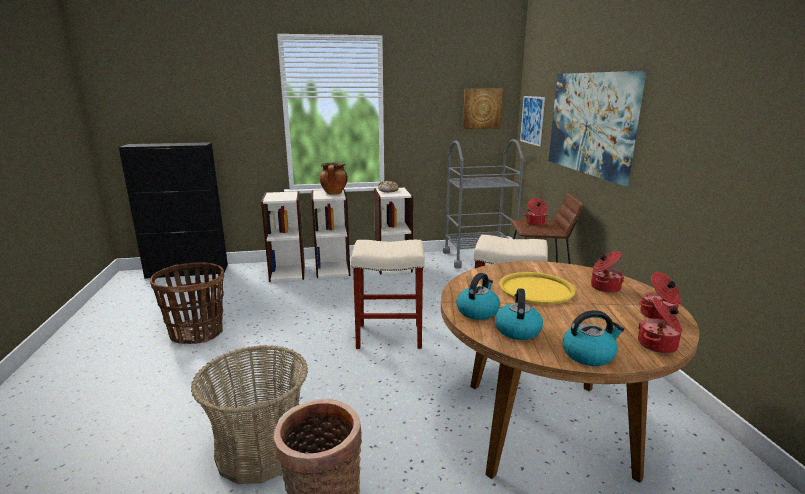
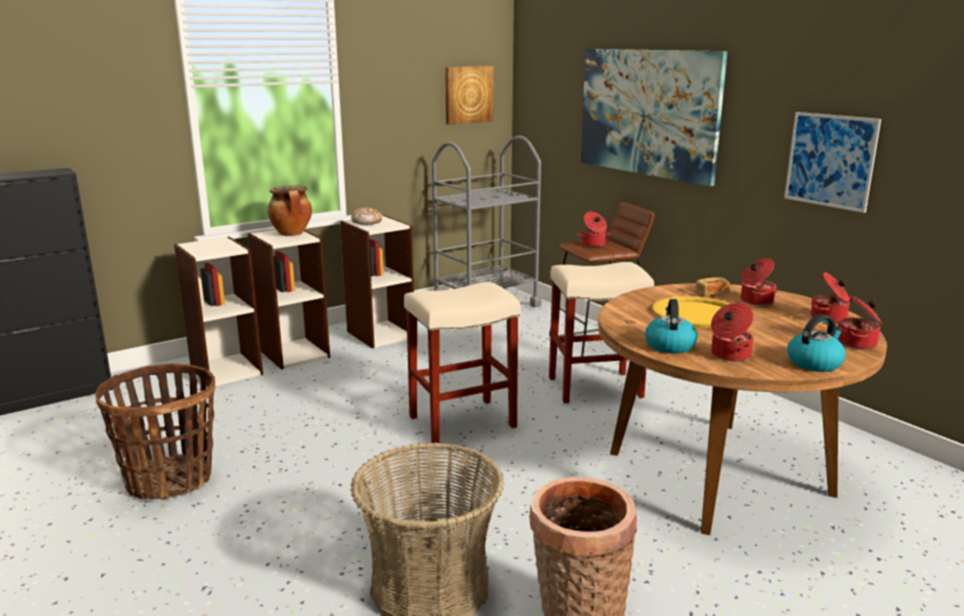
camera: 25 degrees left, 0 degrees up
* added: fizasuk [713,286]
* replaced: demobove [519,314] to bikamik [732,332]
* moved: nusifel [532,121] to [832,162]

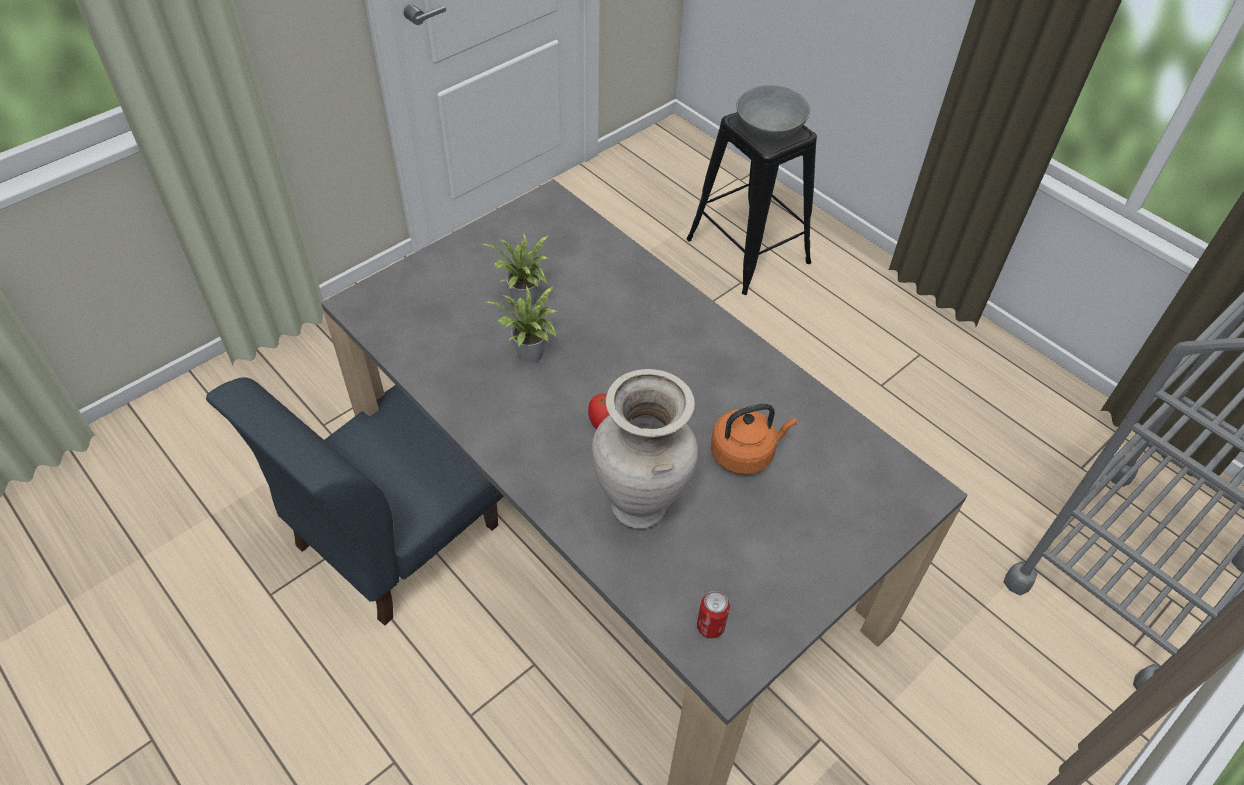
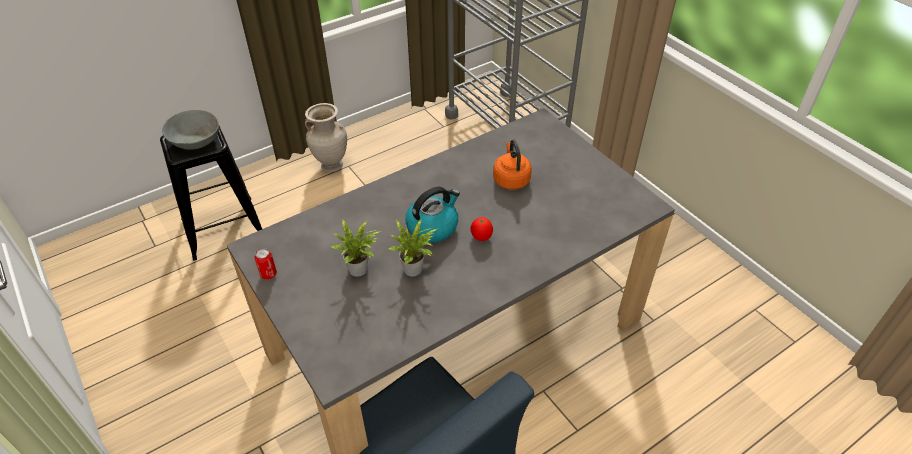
camera: 80 degrees left, 5 degrees down
* moved: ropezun [713,615] to [265,264]
* moved: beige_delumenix [644,449] to [326,137]
* added: demobove [433,214]

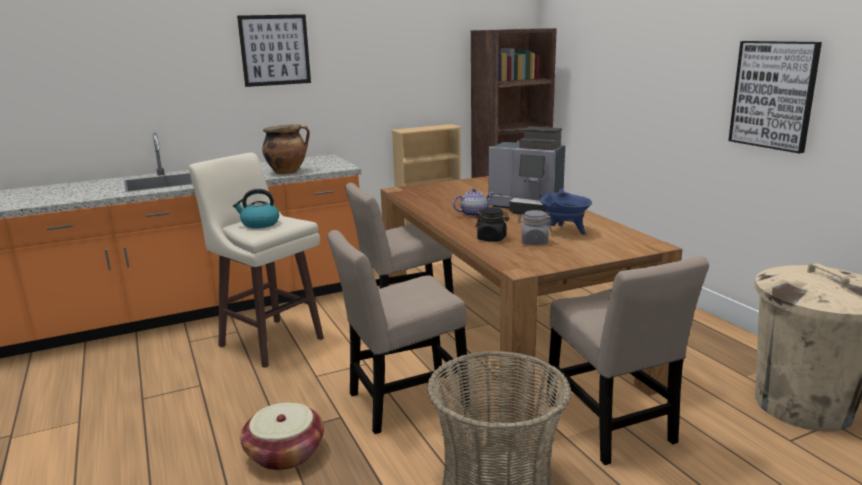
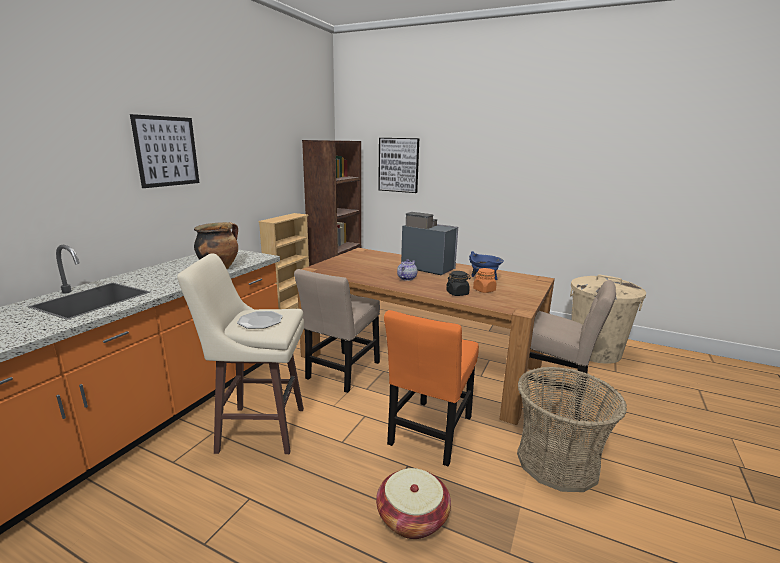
camera: 40 degrees left, 0 degrees up
* replaced: demobove [256,208] to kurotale [260,320]
* moved: nusifel [775,97] to [398,165]
* recoloured: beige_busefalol [399,332] to orange_busefalol [431,388]
* turned: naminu [527,171] = [429,243] 135 degrees counterclockwise
* recoloured: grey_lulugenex [535,227] to orange_lulugenex [485,280]

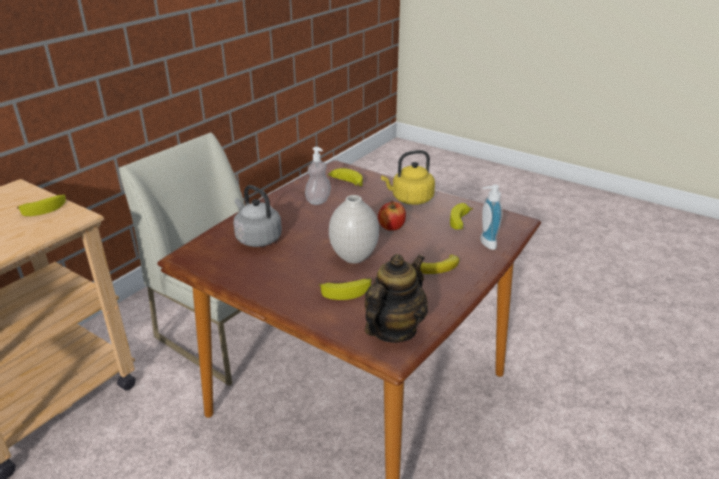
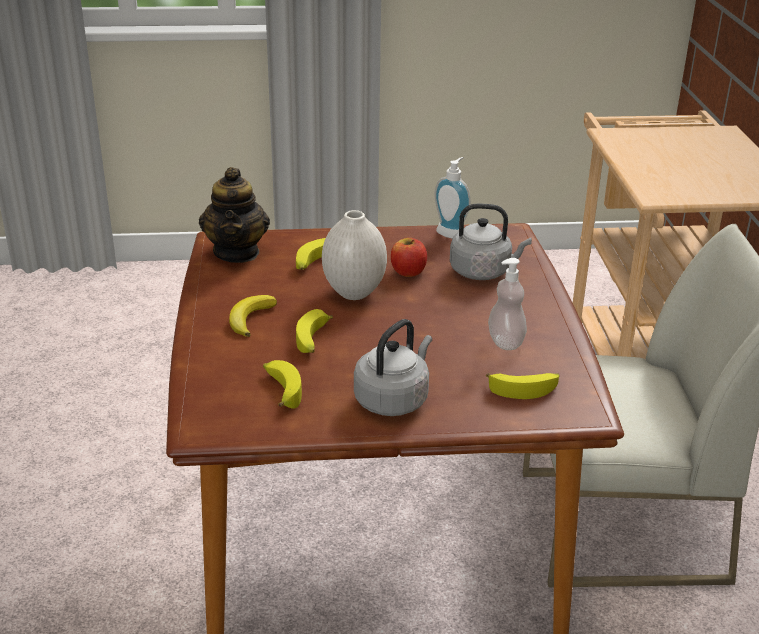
camera: 140 degrees right, 0 degrees up
* moved: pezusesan [41,205] to [314,331]
* recoloured: yellow_demobove [408,177] to grey_demobove [393,367]
* moved: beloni [392,216] to [409,257]
* moved: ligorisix [491,217] to [452,198]

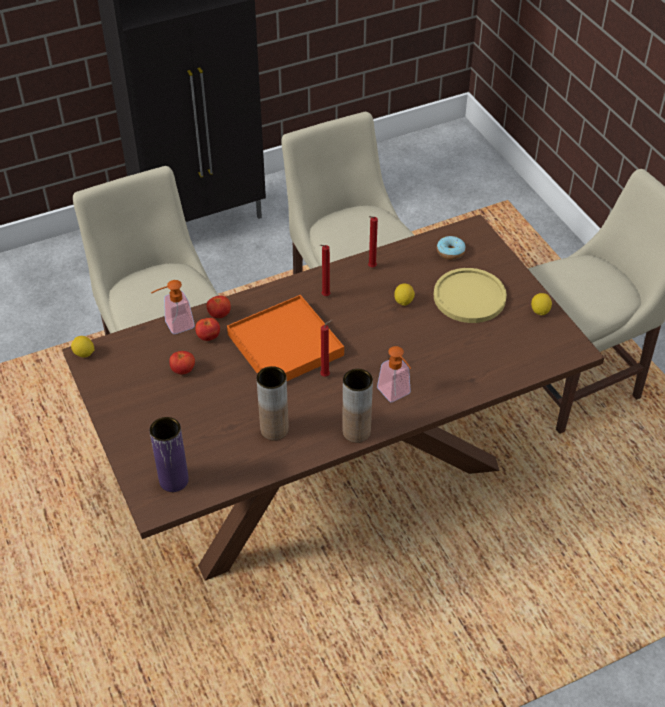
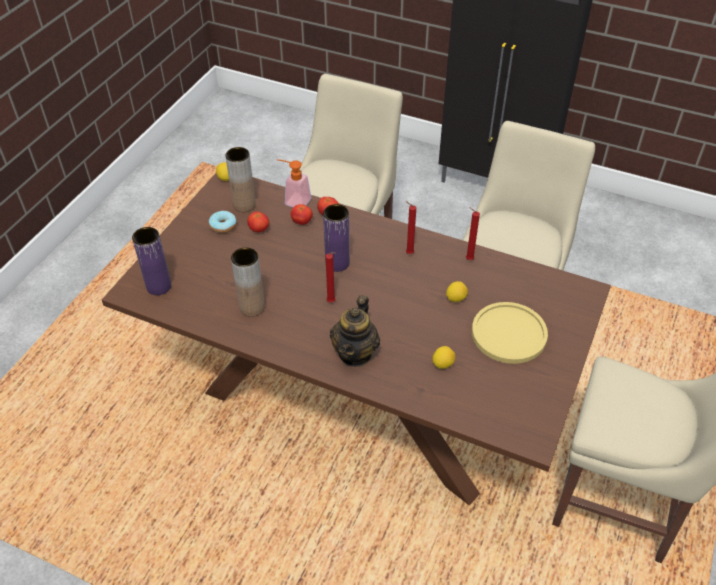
camera: 50 degrees right, 0 degrees up
* moved: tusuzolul [451,248] to [222,222]
* moved: brown_delumenix [357,406] to [240,179]
* replaced: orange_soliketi [285,338] to purple_delumenix [336,238]
* replaced: ligorisix [394,374] to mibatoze [355,331]
* moved: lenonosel [541,304] to [443,357]

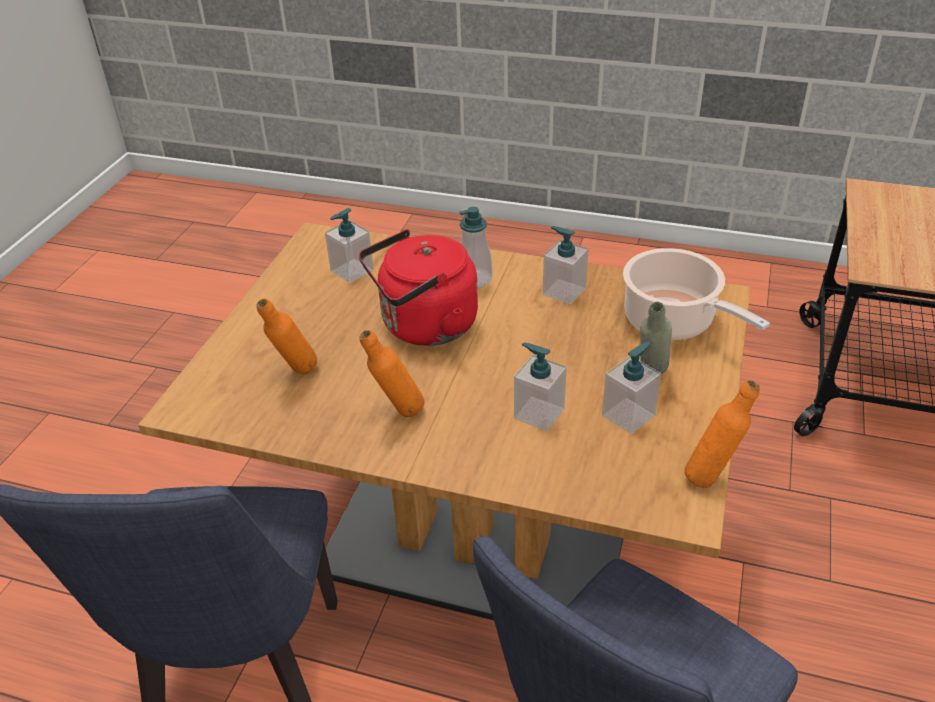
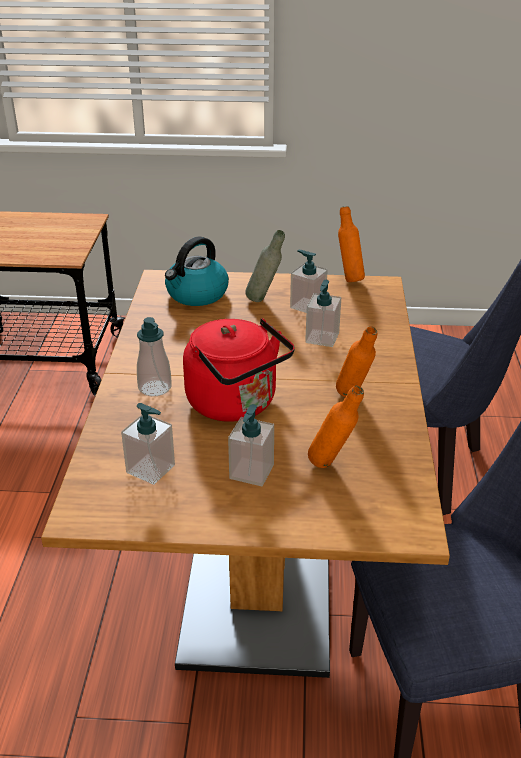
camera: 105 degrees left, 5 degrees down
* replaced: bikamik [696,294] to demobove [197,271]
* moved: ligorisix [566,265] to [251,445]

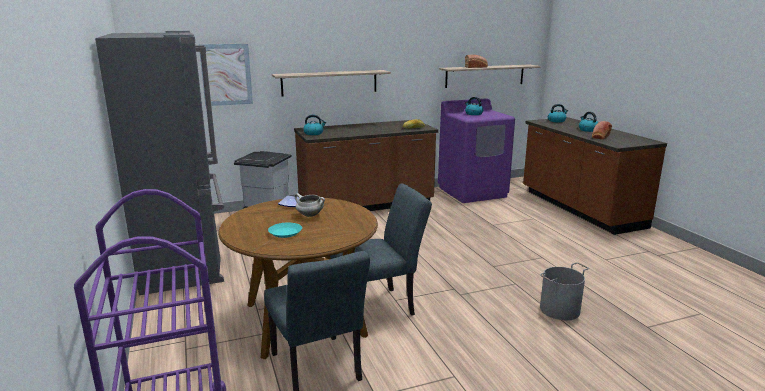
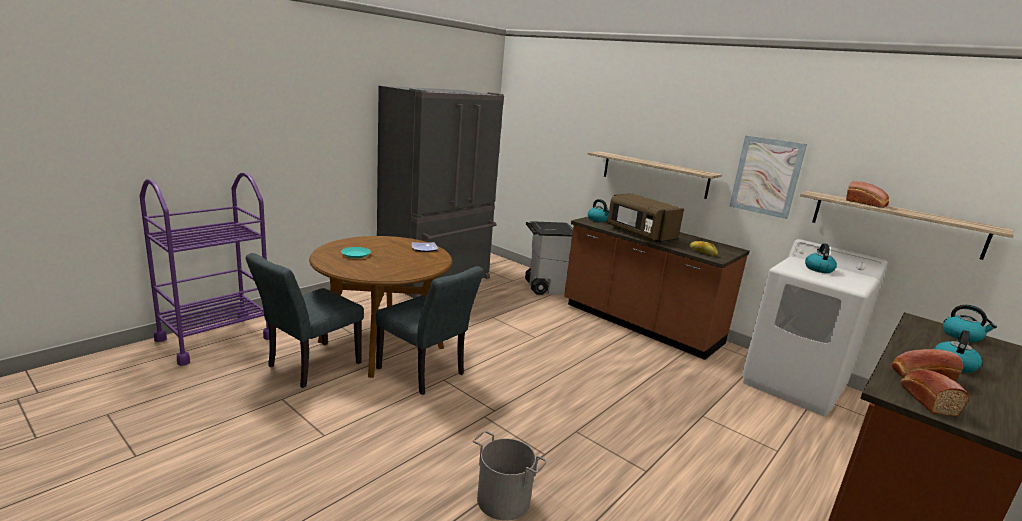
camera: 60 degrees right, 0 degrees up
* added: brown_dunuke [646,217]
* moved: nusifel [226,75] to [768,177]
* recoloured: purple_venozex [476,150] to white_venozex [815,328]
* added: fizasuk [934,393]
* removed: white_bikamik [310,205]

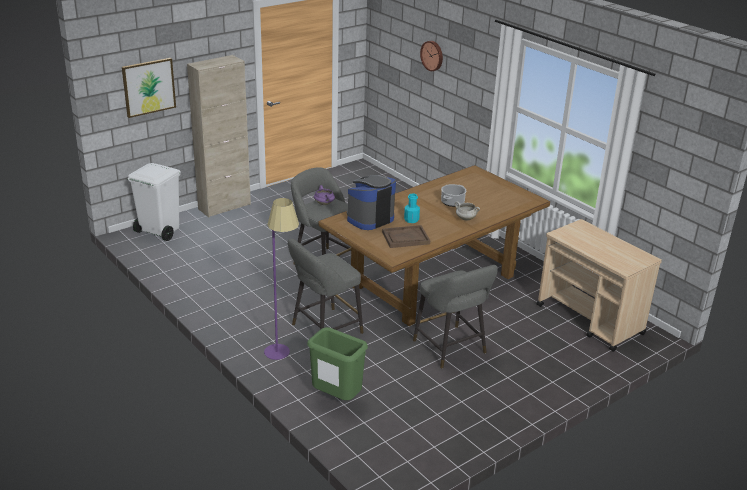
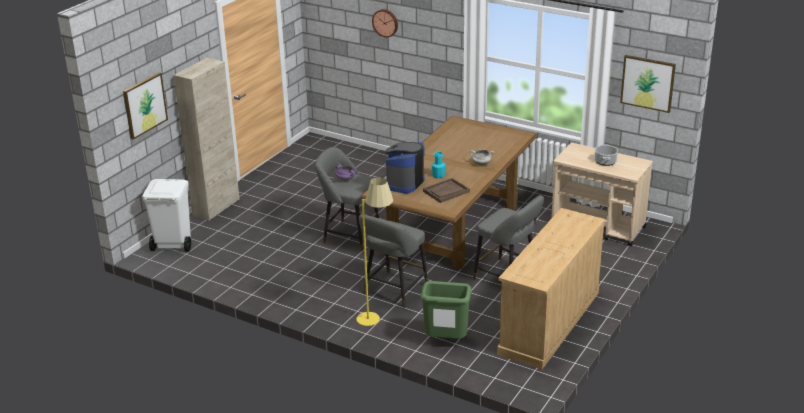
camera: 20 degrees left, 0 degrees up
* recoloured: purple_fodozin [281,279] to yellow_fodozin [374,251]
* added: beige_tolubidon [551,288]
* moved: bikamik [453,195] to [606,155]
* added: nusifel [648,84]

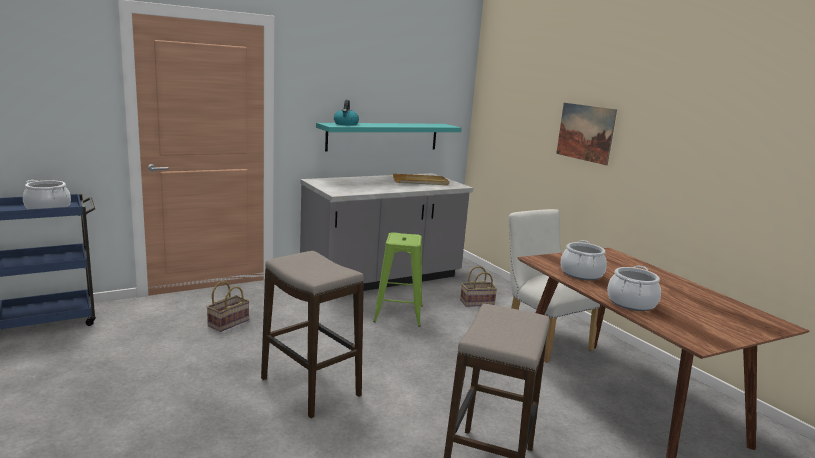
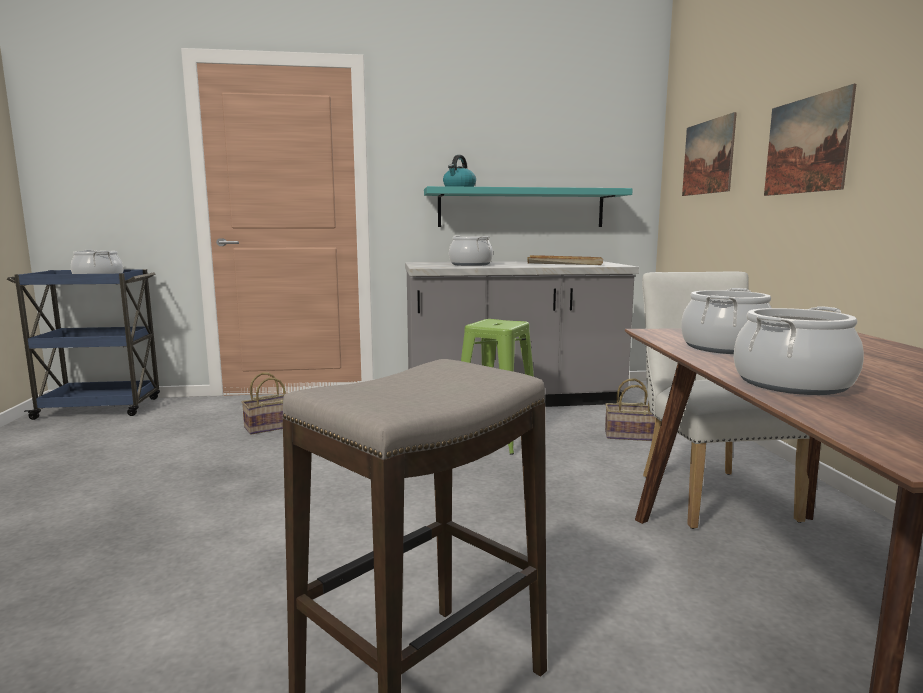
camera: 25 degrees right, 5 degrees down
* added: bikamik [471,251]
* added: nusifel [709,154]
* removed: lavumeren [312,334]

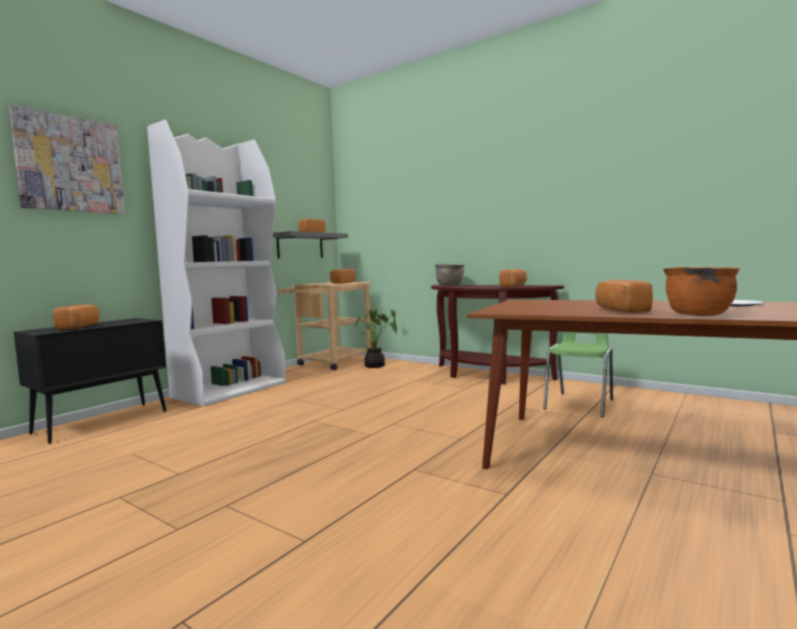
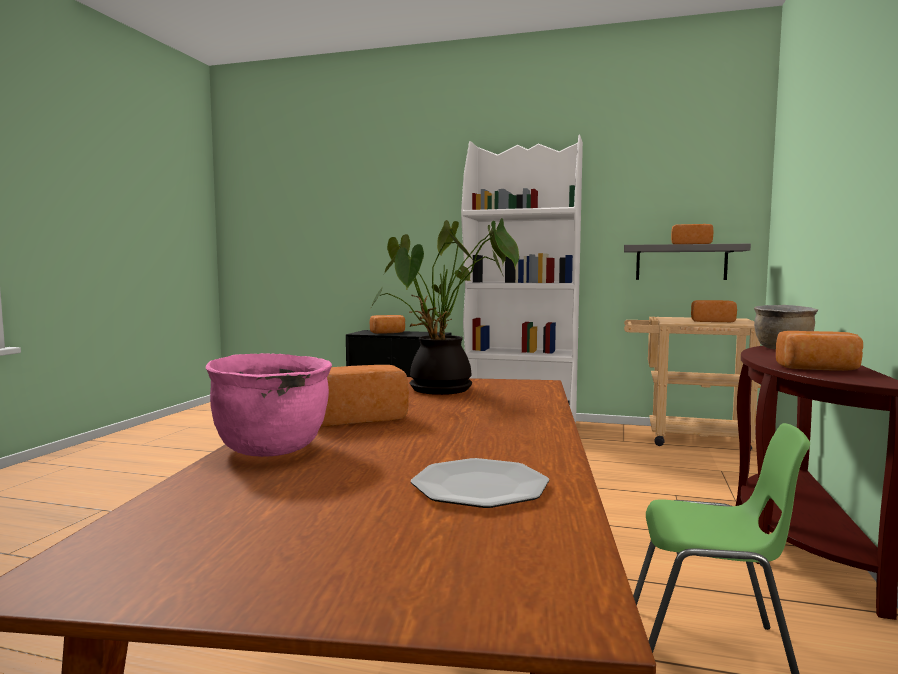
camera: 70 degrees right, 0 degrees up
* recoloured: orange_bikamik [701,291] to pink_bikamik [269,405]
* moved: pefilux [375,338] to [445,306]
* removed: nusifel [67,159]

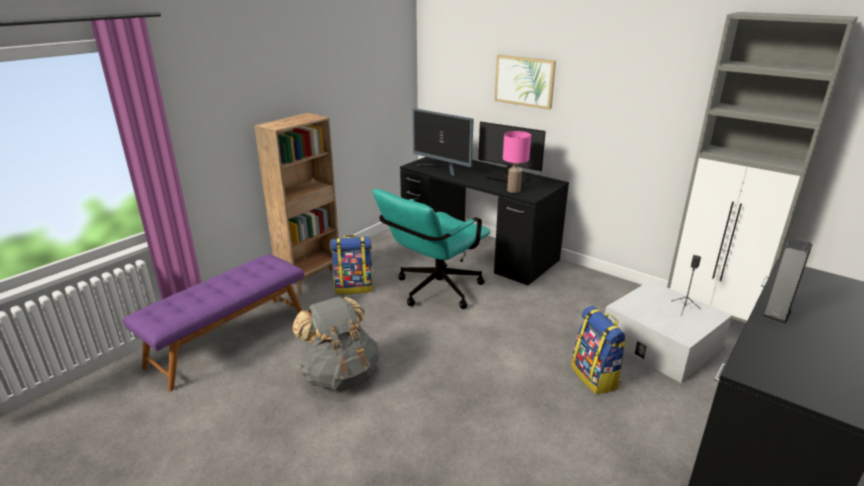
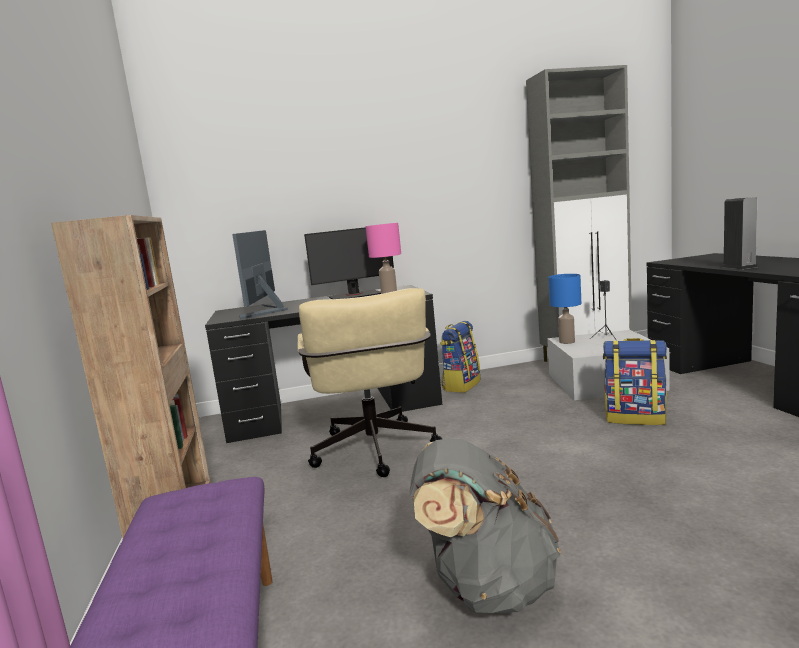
camera: 50 degrees left, 15 degrees down
* turned: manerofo [443,142] = [260,275] 105 degrees clockwise
* recoloured: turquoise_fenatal [431,249] to beige_fenatal [370,382]
* moved: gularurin [351,264] to [460,357]
* added: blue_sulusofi [564,309]
* removed: nusifel [525,82]

